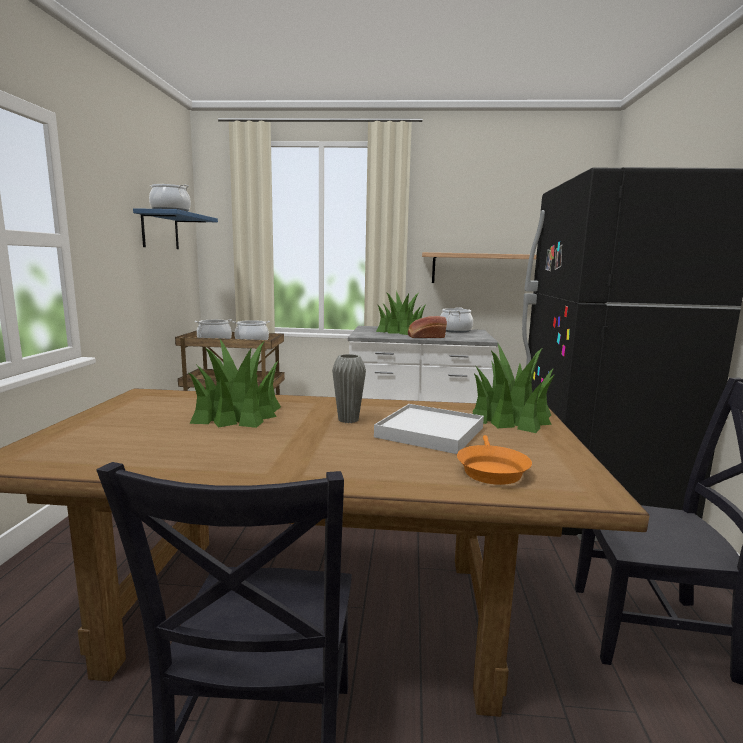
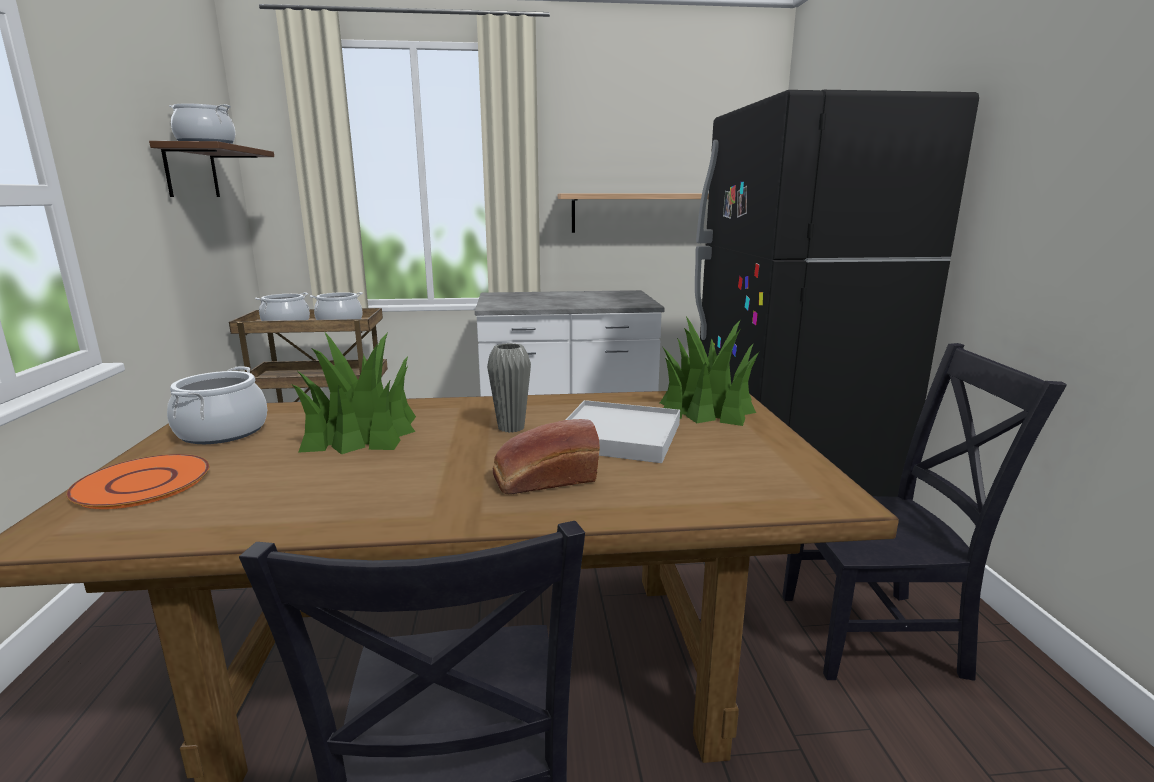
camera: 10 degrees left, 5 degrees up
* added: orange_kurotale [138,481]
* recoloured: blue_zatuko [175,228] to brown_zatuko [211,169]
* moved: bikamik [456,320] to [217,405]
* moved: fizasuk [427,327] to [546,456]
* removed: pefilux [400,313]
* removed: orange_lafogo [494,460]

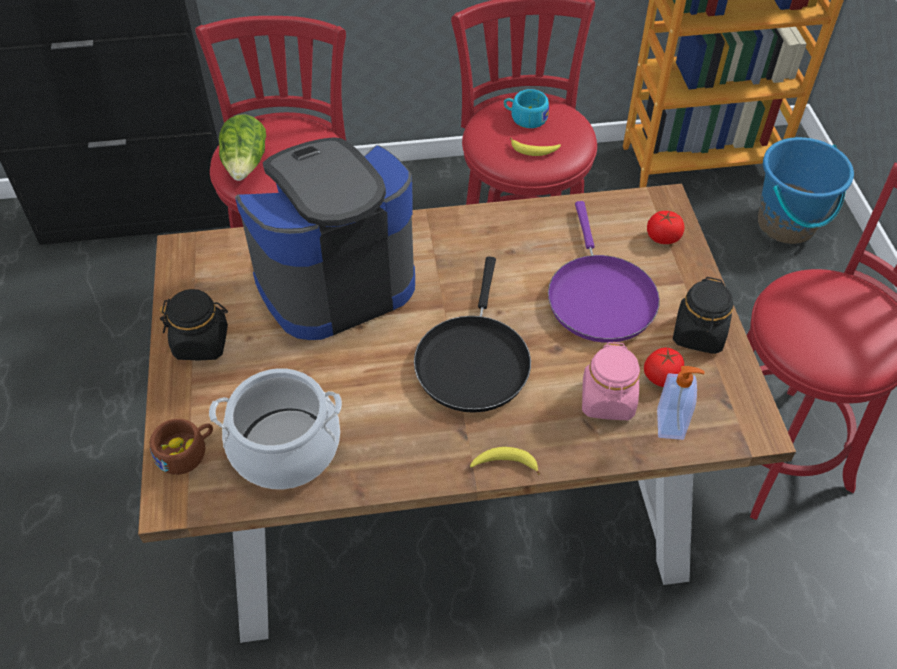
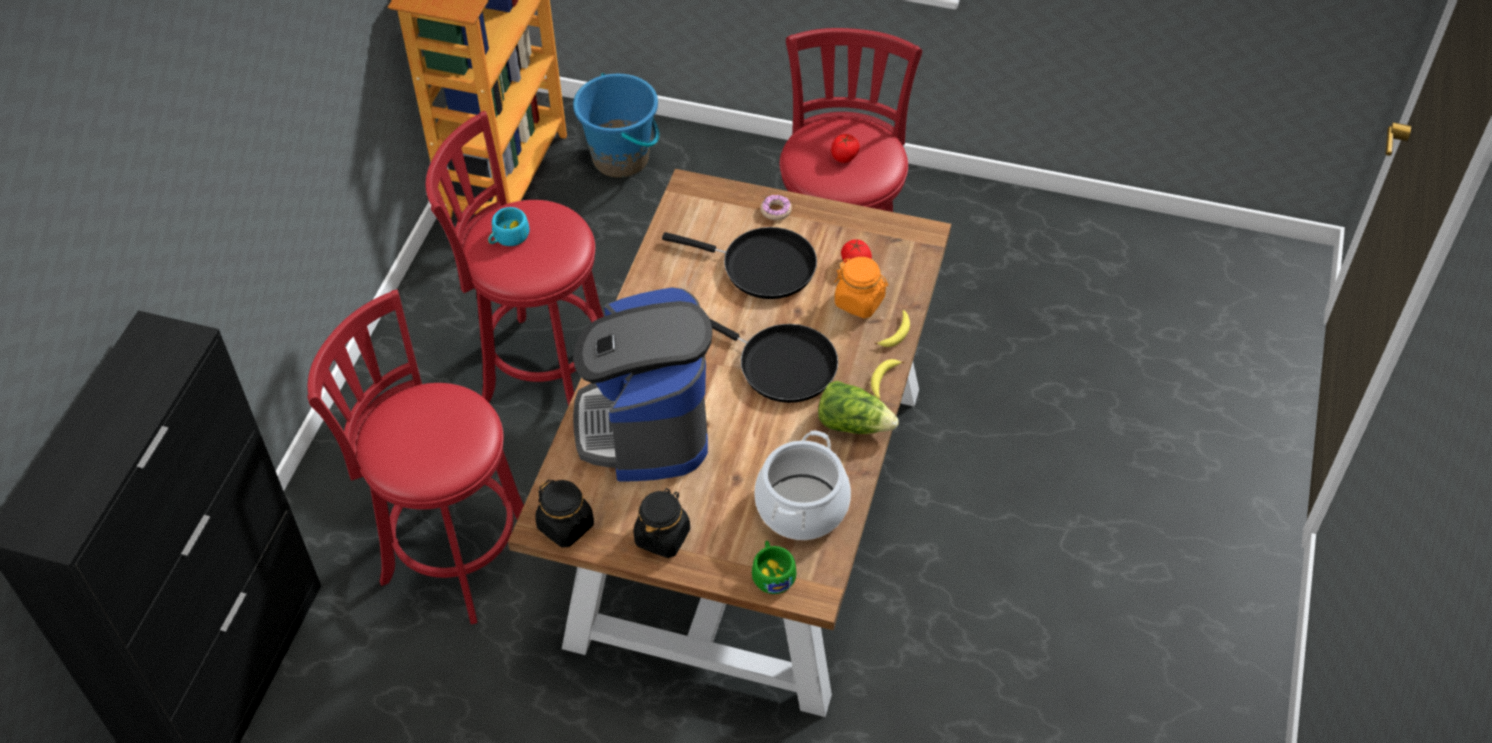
camera: 65 degrees left, 0 degrees up
* moved: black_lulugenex [703,315] to [564,514]
* recoloured: purple_lafogo [604,272] to black_lafogo [739,263]
* recoloured: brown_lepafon [181,447] to green_lepafon [774,567]
* added: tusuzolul [776,207]
* moved: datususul [242,148] to [858,407]
* moved: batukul [665,227] to [845,148]
* recoloured: pink_lulugenex [611,381] to orange_lulugenex [861,287]
* moved: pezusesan [535,147] to [892,328]
* removed: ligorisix [681,403]

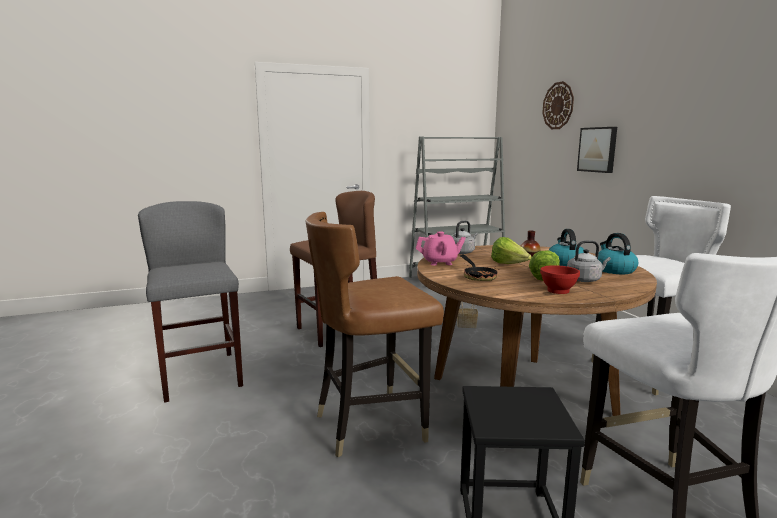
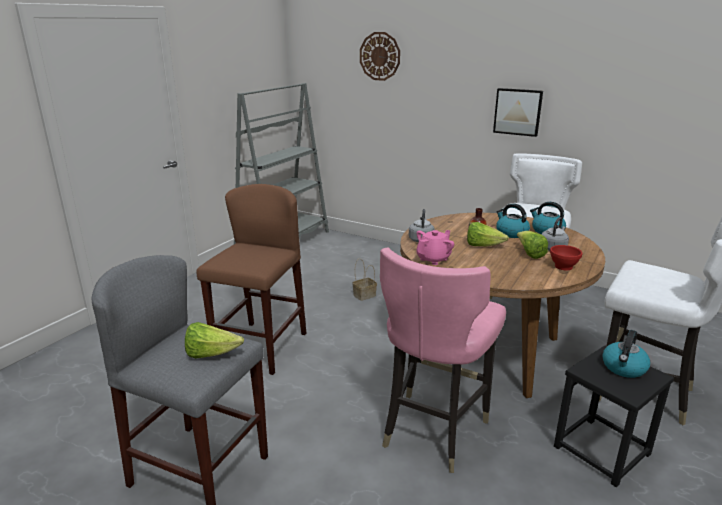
camera: 40 degrees left, 10 degrees up
* added: datususul [214,340]
* recoloured: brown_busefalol [374,334] to pink_busefalol [443,360]
* moved: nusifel [597,150] to [518,112]
* added: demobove [626,354]
* removed: lafogo [479,268]

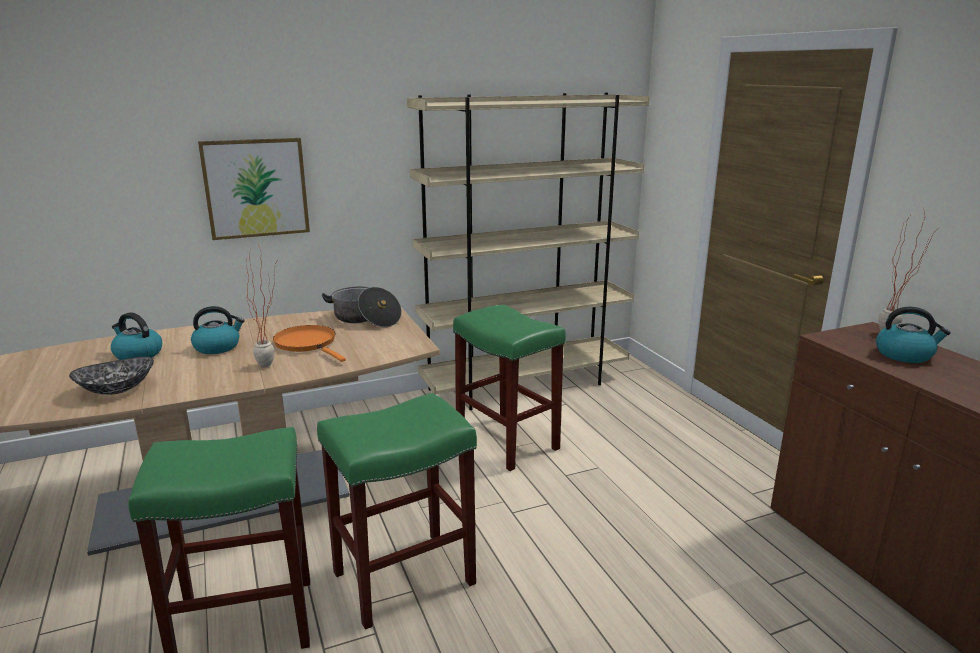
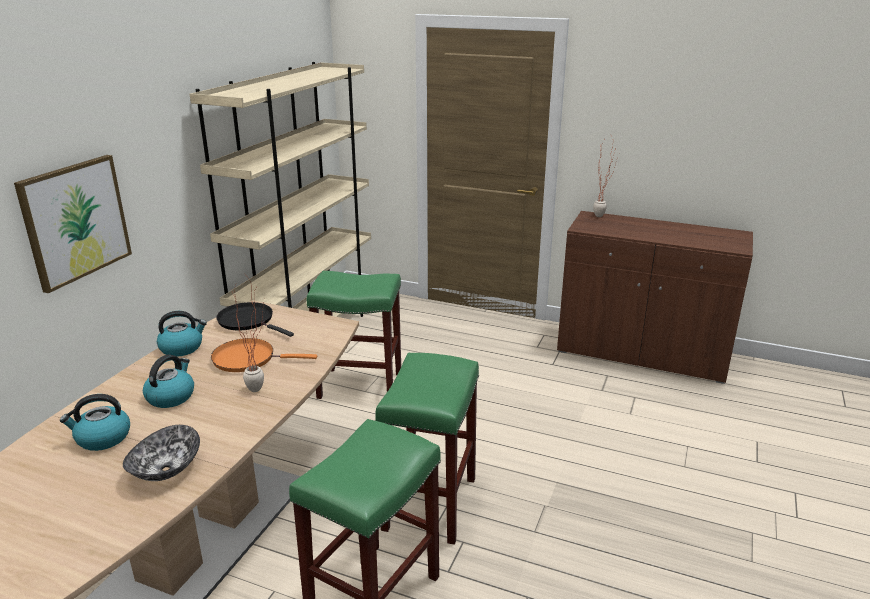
camera: 45 degrees left, 5 degrees up
* moved: demobove [913,335] to [182,334]
* replaced: bikamik [362,307] to black_lafogo [255,319]

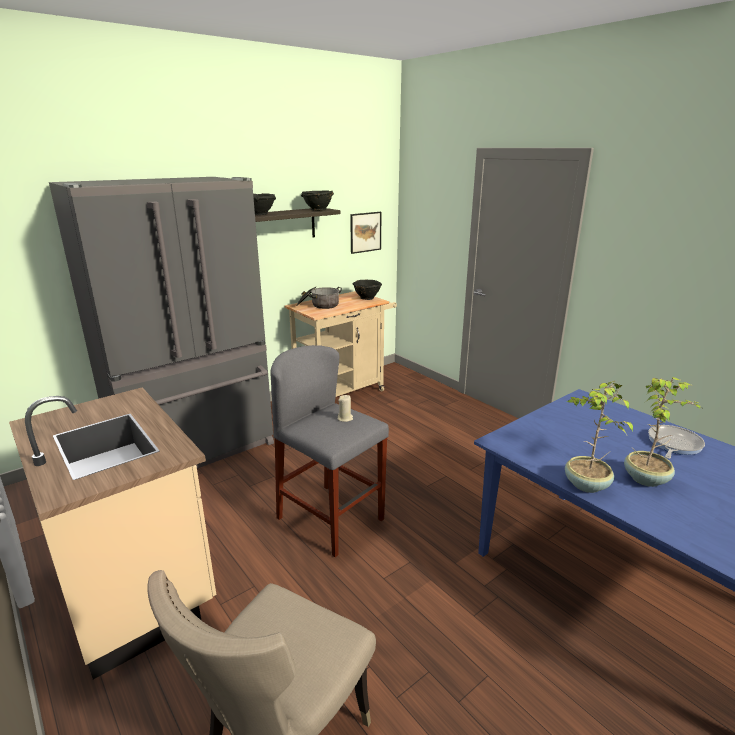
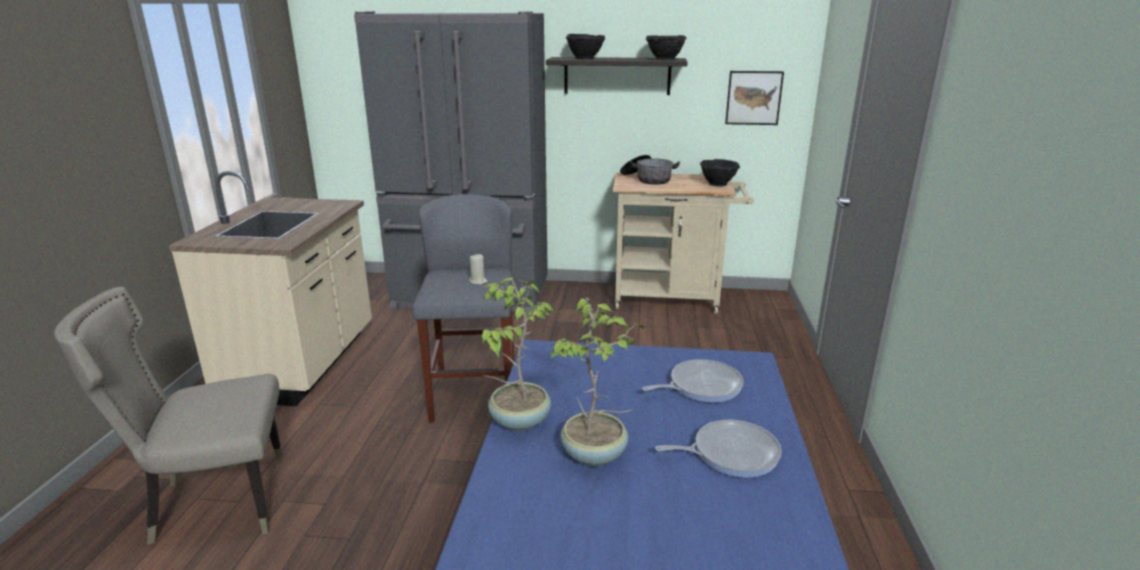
camera: 45 degrees right, 0 degrees up
* added: lafogo [692,381]

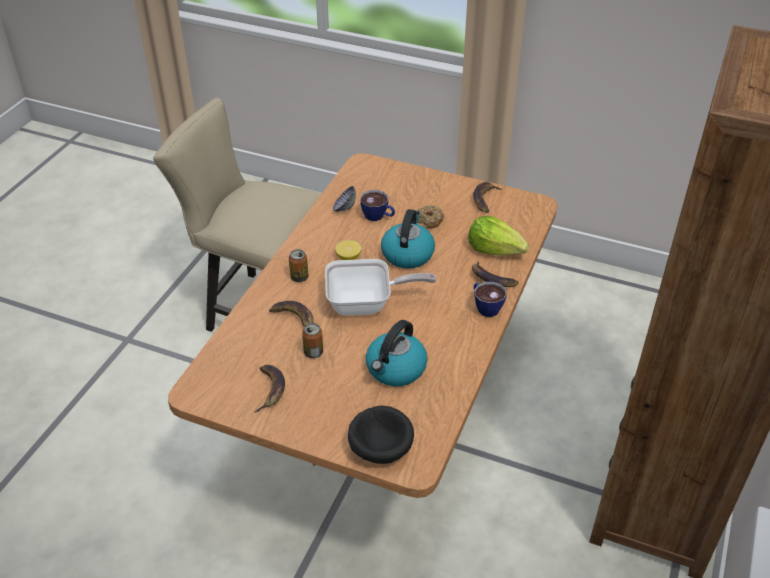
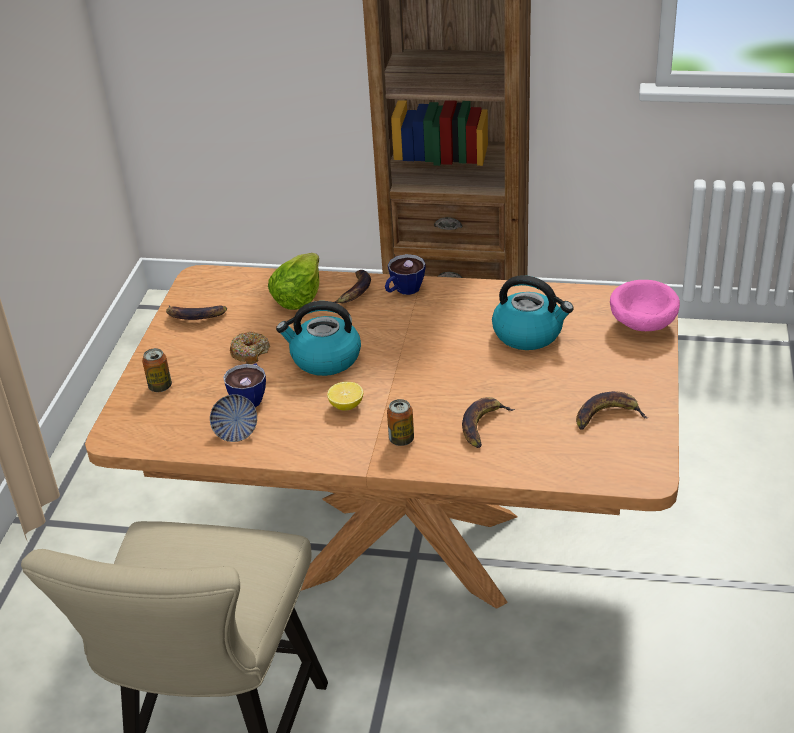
camera: 100 degrees left, 5 degrees down
* moved: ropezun [312,340] to [157,370]
* recoloured: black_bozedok [381,435] to pink_bozedok [645,305]
* removed: lafogo [380,287]

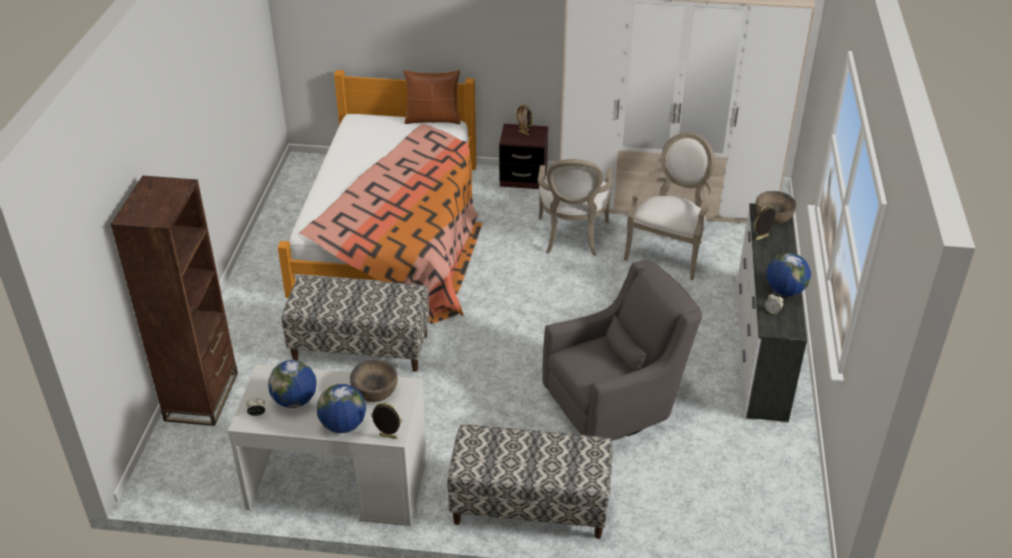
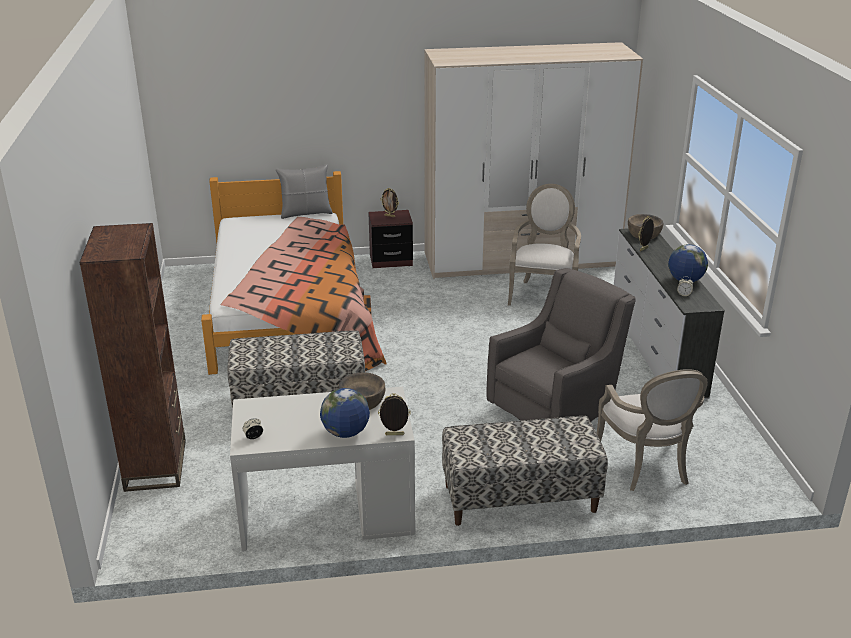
camera: 15 degrees left, 10 degrees down
* recoloured: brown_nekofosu [432,97] to grey_nekofosu [304,191]
* moved: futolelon [575,207] to [652,430]
* removed: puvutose [292,384]

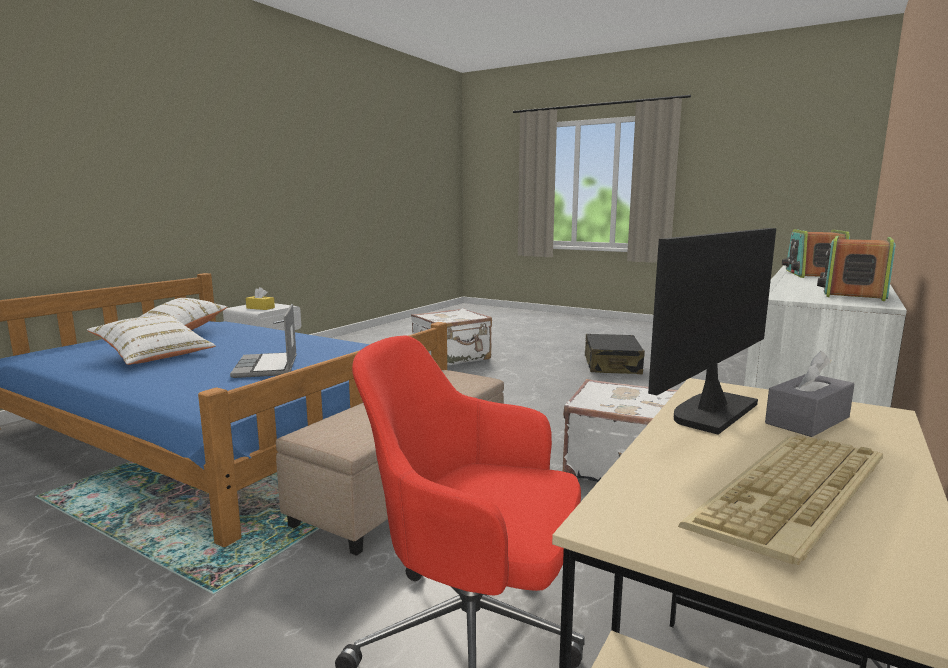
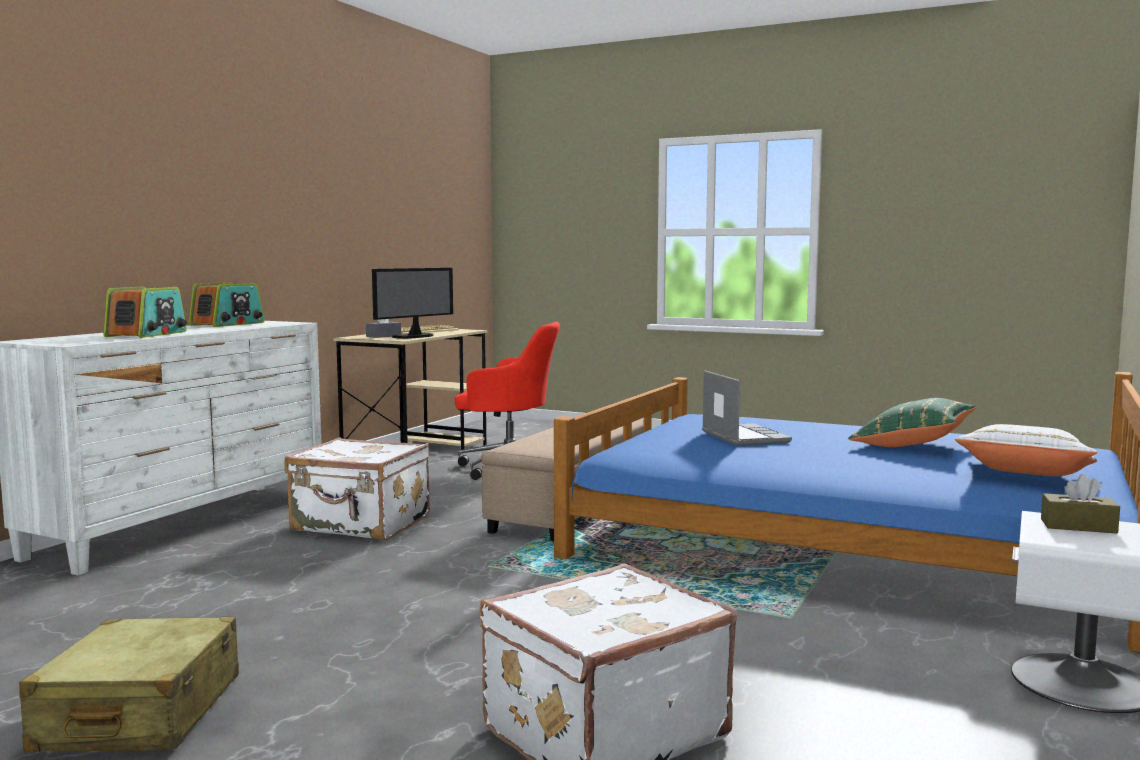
camera: 175 degrees right, 5 degrees down
* recoloured: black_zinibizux [615,354] to beige_zinibizux [129,684]
* recoloured: white_nekofosu [151,339] to green_nekofosu [912,422]
* recoloured: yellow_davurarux [260,298] to brown_davurarux [1080,504]

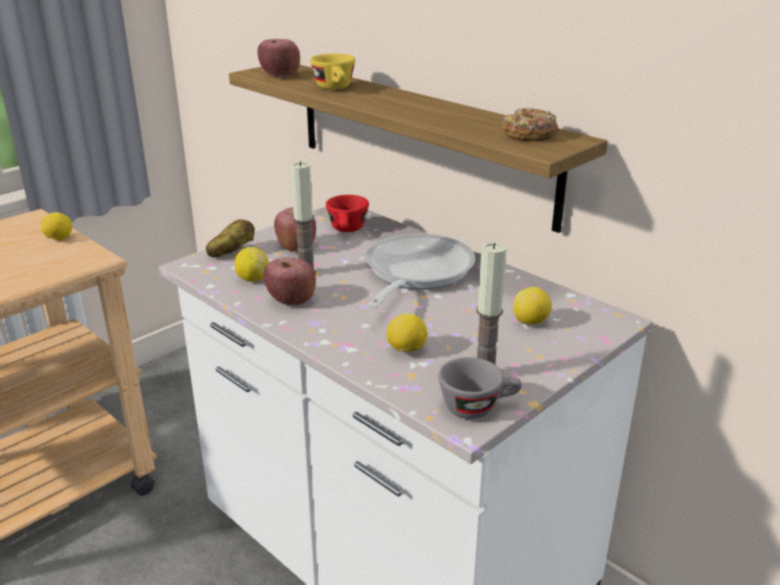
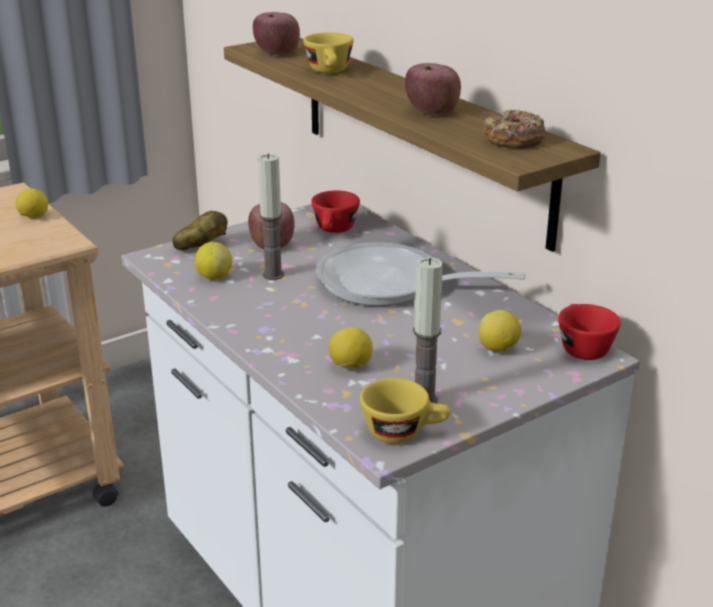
camera: 10 degrees right, 0 degrees up
* turned: lafogo [420,271] = [421,274] 105 degrees counterclockwise
* recoloured: grey_lepafon [480,388] to yellow_lepafon [405,411]
* moved: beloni [290,281] to [433,89]
* added: red_lepafon [589,332]

